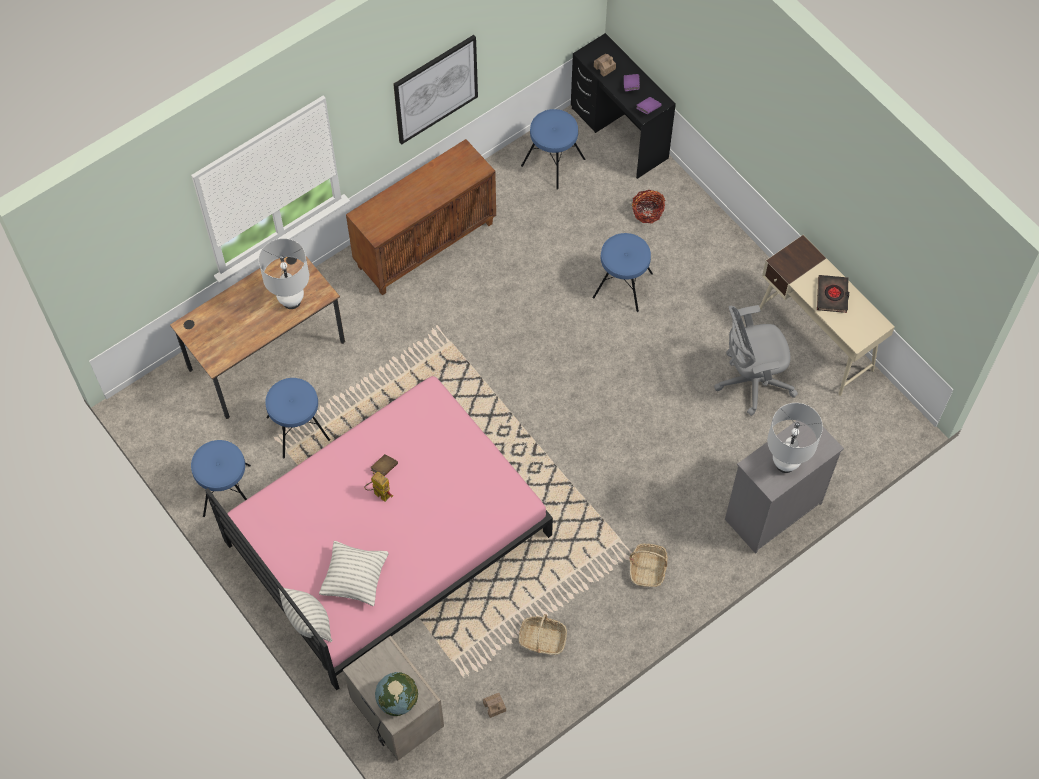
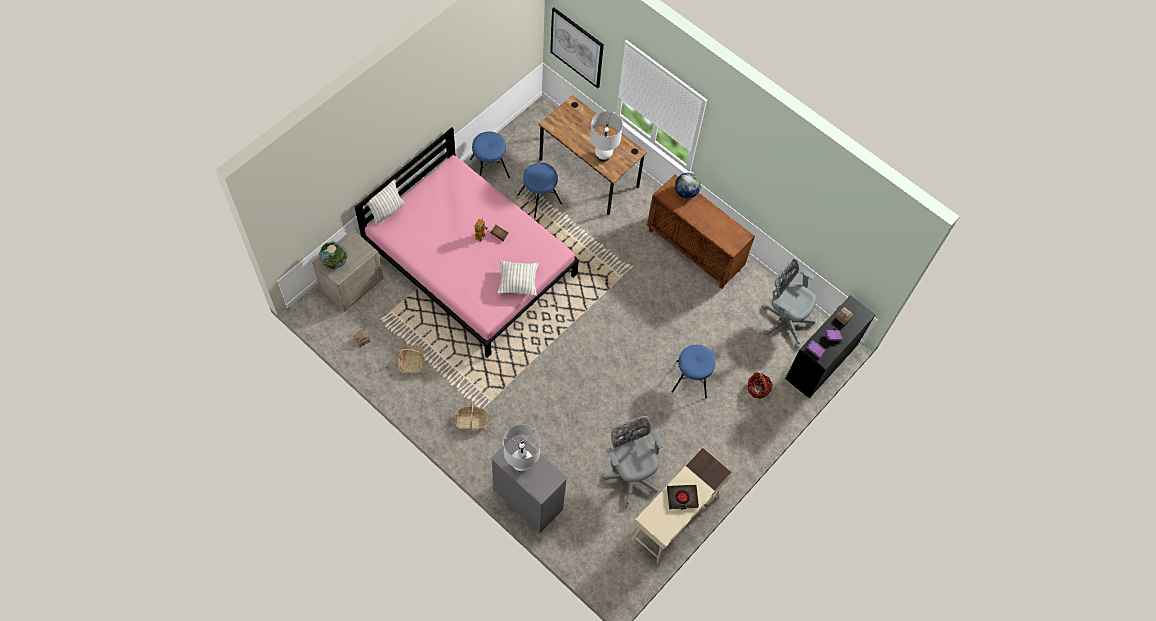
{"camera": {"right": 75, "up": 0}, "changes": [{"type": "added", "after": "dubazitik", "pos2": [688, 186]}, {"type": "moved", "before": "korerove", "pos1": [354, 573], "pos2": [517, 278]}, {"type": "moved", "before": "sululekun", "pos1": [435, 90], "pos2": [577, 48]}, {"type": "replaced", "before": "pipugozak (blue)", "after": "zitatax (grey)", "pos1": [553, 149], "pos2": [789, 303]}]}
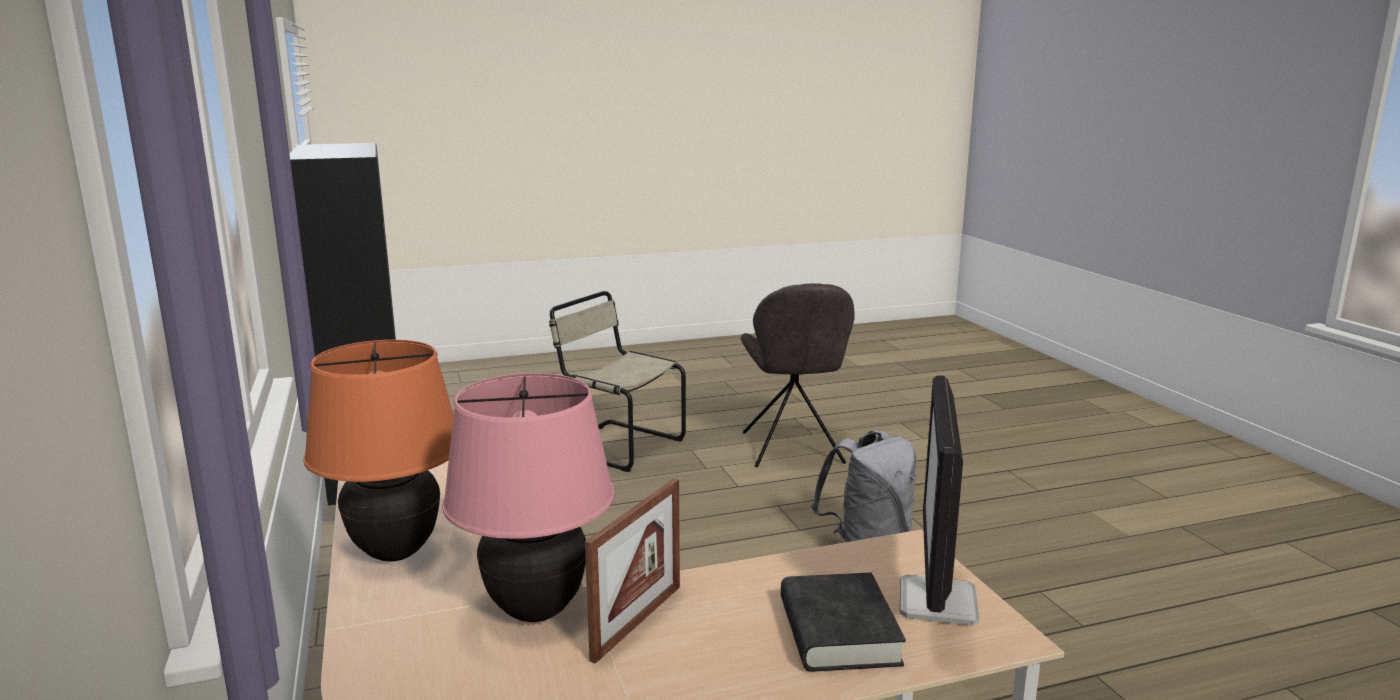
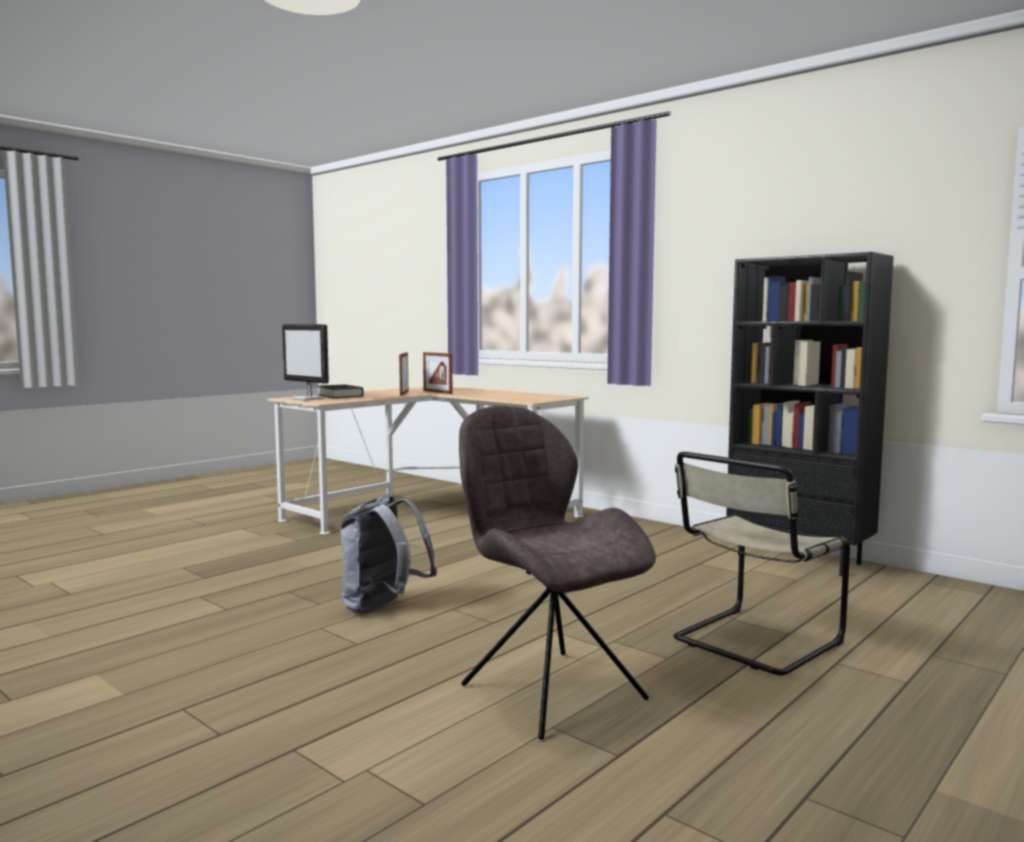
{"camera": {"right": 150, "up": -10}, "changes": [{"type": "removed", "before": "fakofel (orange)", "pos1": [378, 451]}, {"type": "replaced", "before": "fakofel (pink)", "after": "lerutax", "pos1": [528, 497], "pos2": [437, 373]}, {"type": "turned", "before": "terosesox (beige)", "pos1": [617, 381], "pos2": [762, 563], "turn": 135}, {"type": "turned", "before": "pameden", "pos1": [939, 500], "pos2": [305, 362], "turn": 150}]}
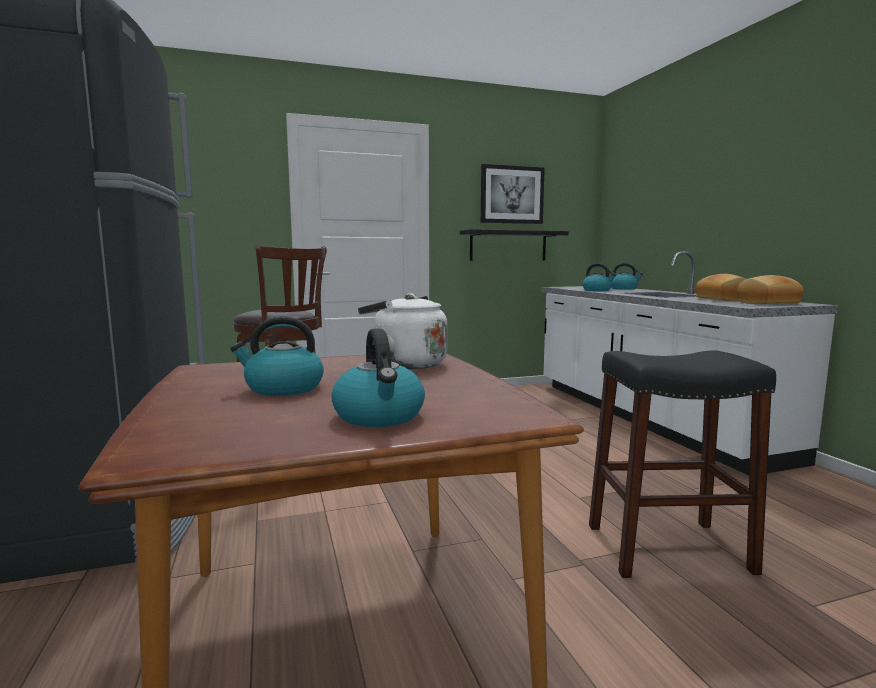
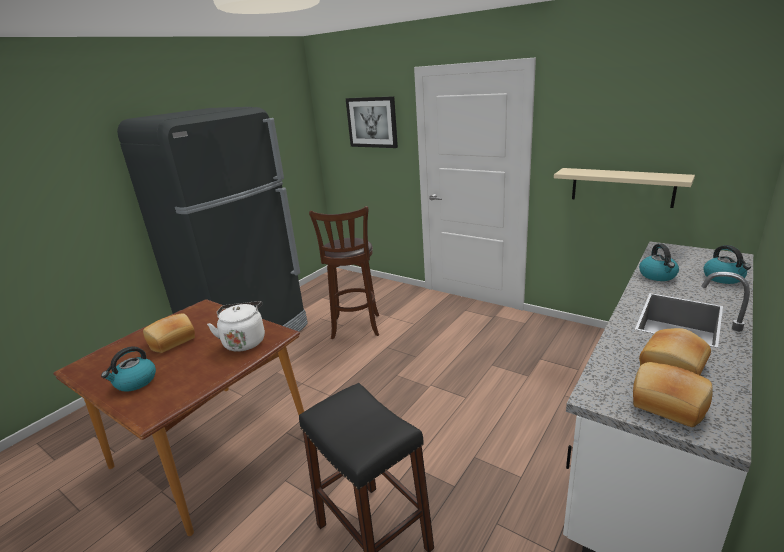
{"camera": {"right": 55, "up": 15}, "changes": [{"type": "moved", "before": "sululekun", "pos1": [513, 194], "pos2": [372, 122]}, {"type": "replaced", "before": "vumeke", "after": "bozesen", "pos1": [277, 356], "pos2": [169, 333]}, {"type": "recoloured", "before": "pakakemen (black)", "after": "pakakemen (beige)", "pos1": [514, 245], "pos2": [624, 188]}]}
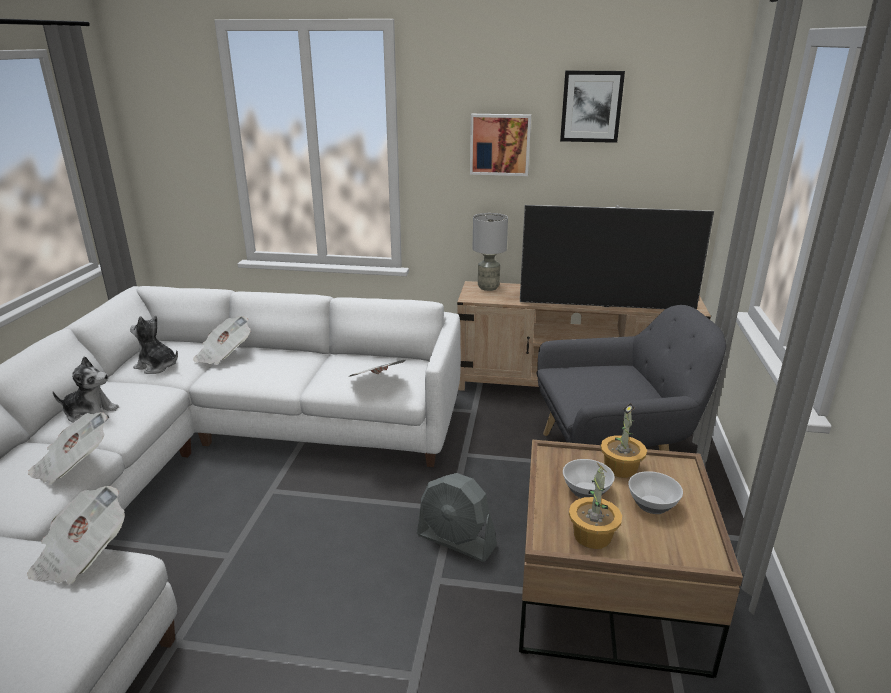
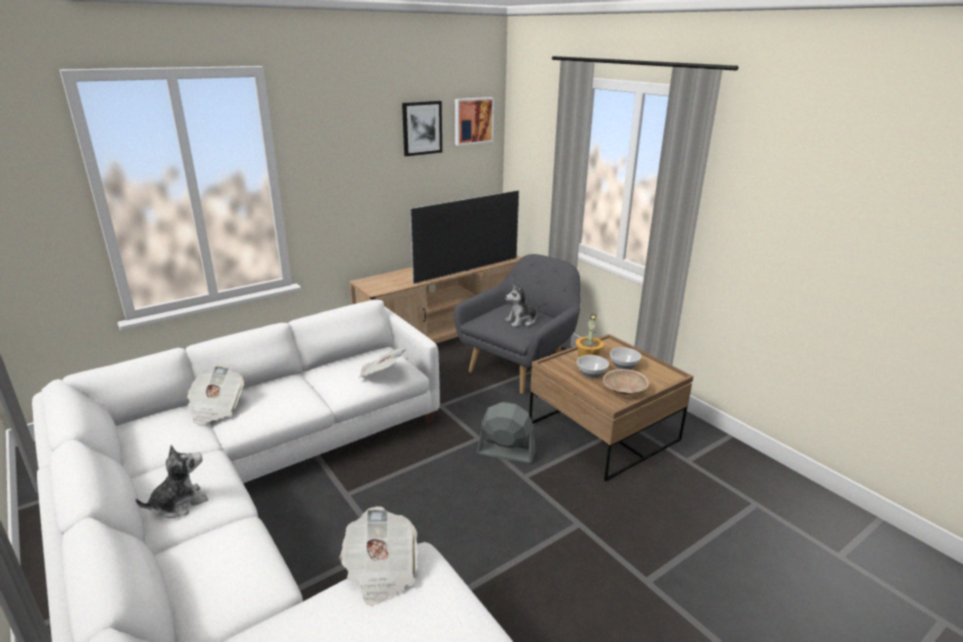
{"camera": {"right": -45, "up": 0}, "changes": [{"type": "removed", "before": "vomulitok", "pos1": [68, 448]}, {"type": "removed", "before": "fakofel (grey)", "pos1": [490, 252]}, {"type": "moved", "before": "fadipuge", "pos1": [154, 345], "pos2": [523, 306]}, {"type": "moved", "before": "sululekun", "pos1": [500, 145], "pos2": [474, 121]}, {"type": "replaced", "before": "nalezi", "after": "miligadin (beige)", "pos1": [595, 505], "pos2": [626, 382]}, {"type": "turned", "before": "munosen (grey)", "pos1": [457, 517], "pos2": [506, 432], "turn": -150}]}
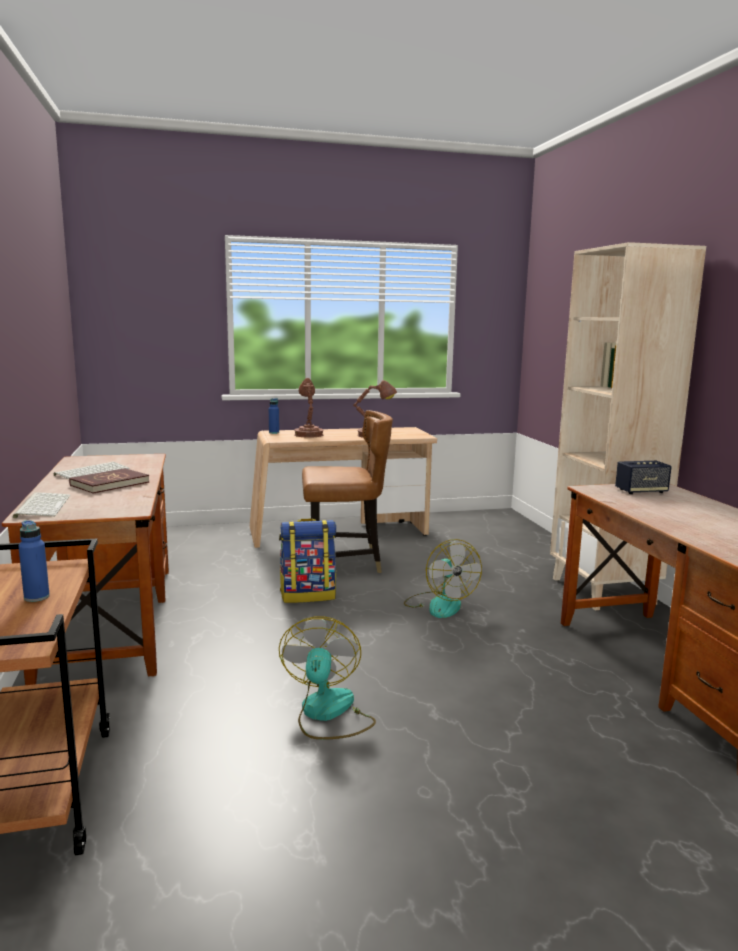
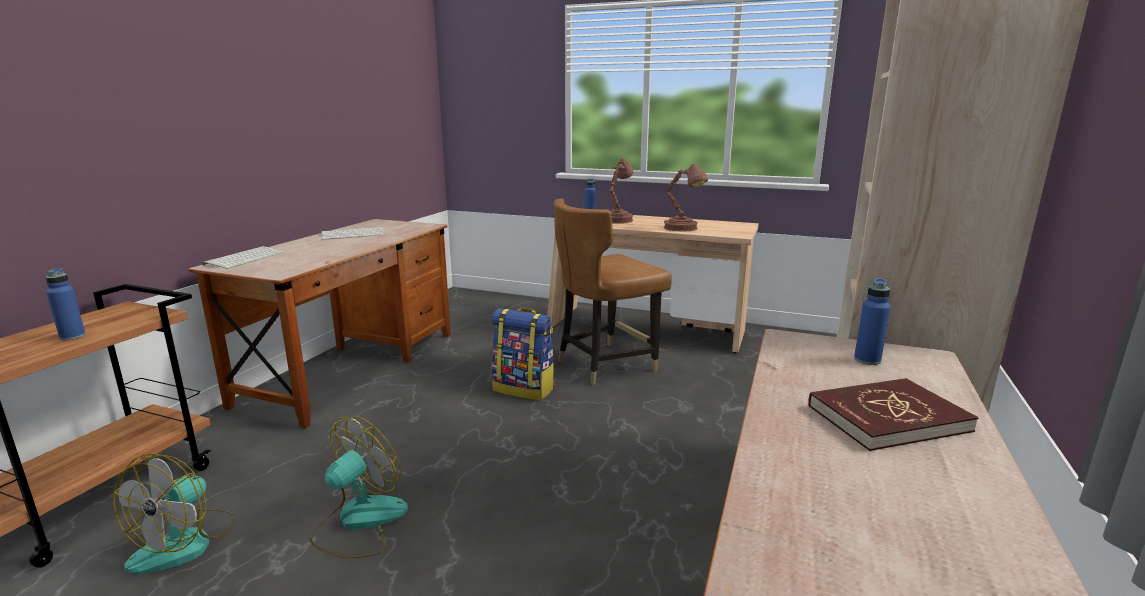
{"camera": {"right": 35, "up": 5}, "changes": [{"type": "moved", "before": "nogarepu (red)", "pos1": [109, 481], "pos2": [893, 414]}, {"type": "moved", "before": "munosen", "pos1": [443, 578], "pos2": [174, 513]}, {"type": "replaced", "before": "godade", "after": "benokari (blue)", "pos1": [643, 477], "pos2": [872, 322]}, {"type": "turned", "before": "terosesox (brown)", "pos1": [347, 491], "pos2": [613, 291], "turn": 120}]}
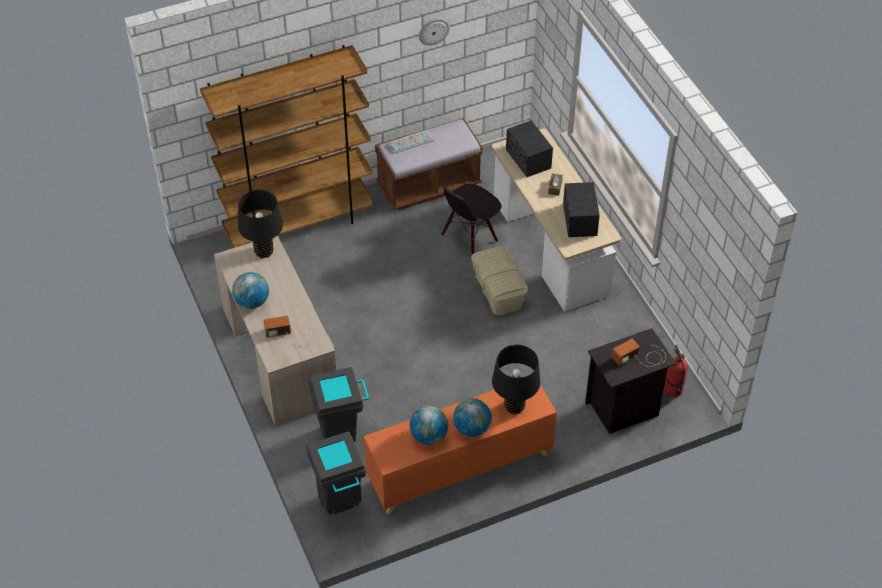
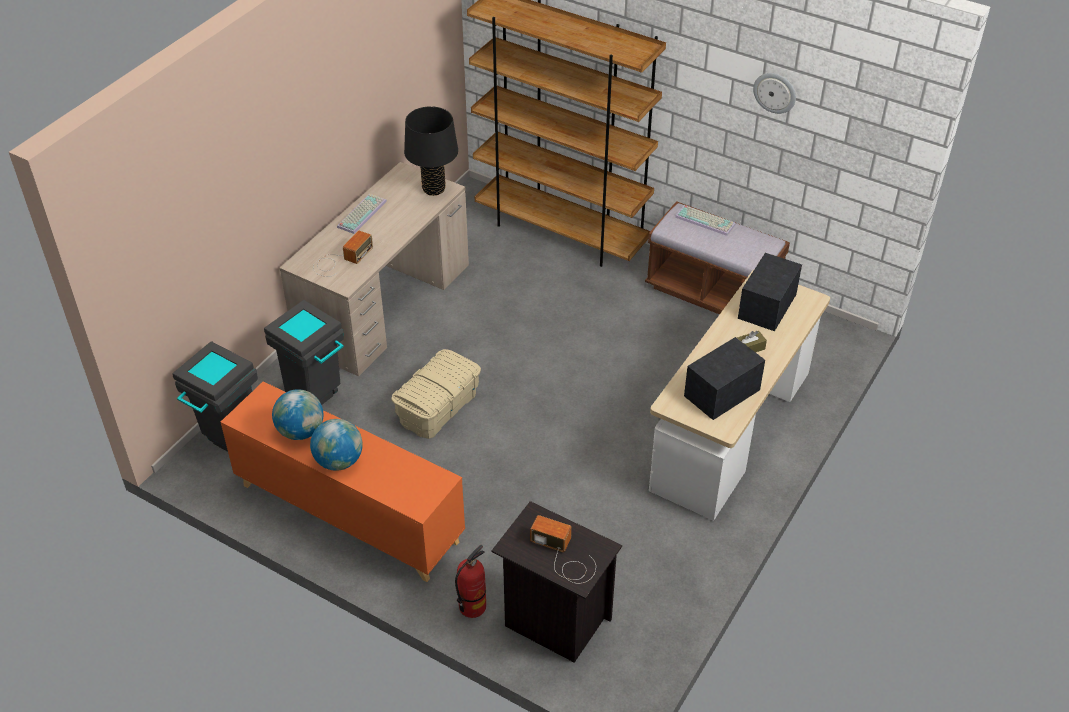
{"camera": {"right": 55, "up": -5}, "changes": [{"type": "removed", "before": "terosesox (black)", "pos1": [471, 219]}, {"type": "removed", "before": "fakofel (black)", "pos1": [516, 380]}, {"type": "moved", "before": "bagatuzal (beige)", "pos1": [499, 280], "pos2": [436, 394]}, {"type": "moved", "before": "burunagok", "pos1": [676, 371], "pos2": [470, 581]}, {"type": "replaced", "before": "dubazitik", "after": "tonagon", "pos1": [250, 290], "pos2": [362, 214]}, {"type": "turned", "before": "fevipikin", "pos1": [290, 331], "pos2": [343, 253], "turn": 75}]}
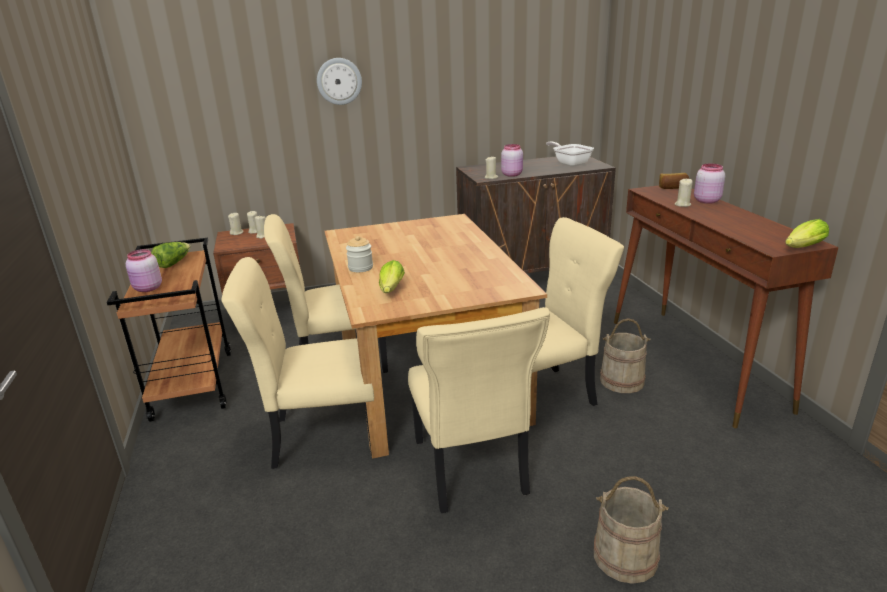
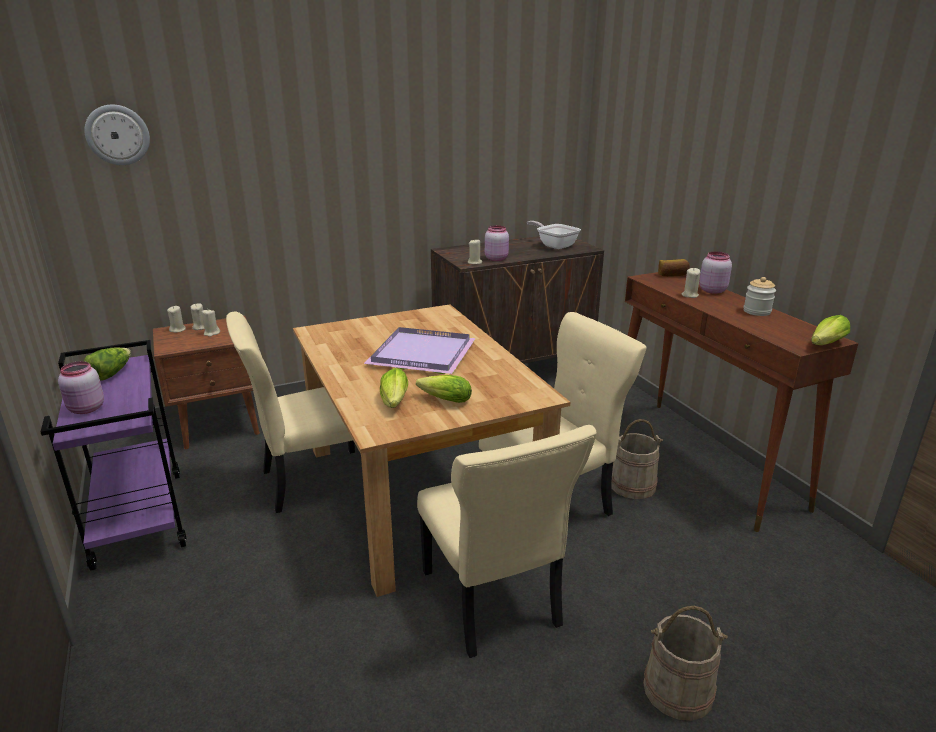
{"camera": {"right": -10, "up": 0}, "changes": [{"type": "removed", "before": "terosesox (beige)", "pos1": [297, 363]}, {"type": "added", "after": "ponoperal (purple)", "pos2": [420, 350]}, {"type": "added", "after": "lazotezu", "pos2": [444, 389]}, {"type": "moved", "before": "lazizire", "pos1": [339, 81], "pos2": [117, 135]}, {"type": "moved", "before": "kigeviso", "pos1": [359, 254], "pos2": [760, 296]}, {"type": "recoloured", "before": "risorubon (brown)", "after": "risorubon (purple)", "pos1": [169, 330], "pos2": [113, 455]}]}
